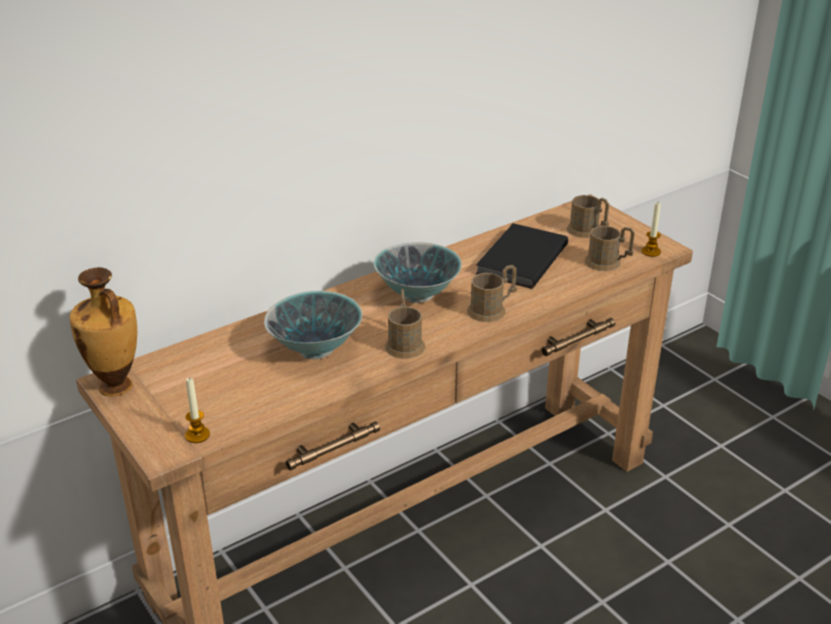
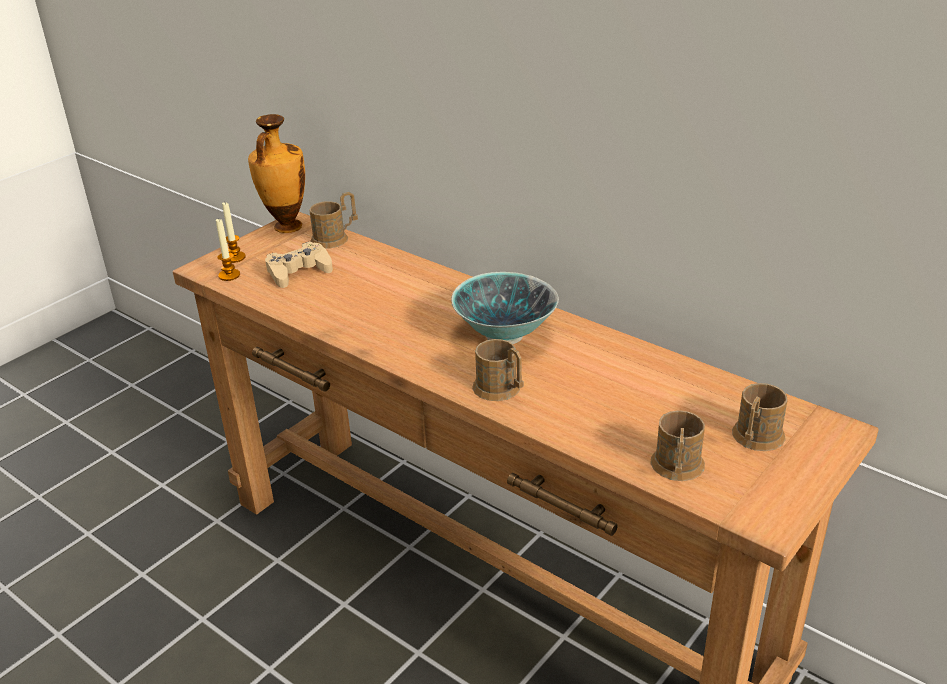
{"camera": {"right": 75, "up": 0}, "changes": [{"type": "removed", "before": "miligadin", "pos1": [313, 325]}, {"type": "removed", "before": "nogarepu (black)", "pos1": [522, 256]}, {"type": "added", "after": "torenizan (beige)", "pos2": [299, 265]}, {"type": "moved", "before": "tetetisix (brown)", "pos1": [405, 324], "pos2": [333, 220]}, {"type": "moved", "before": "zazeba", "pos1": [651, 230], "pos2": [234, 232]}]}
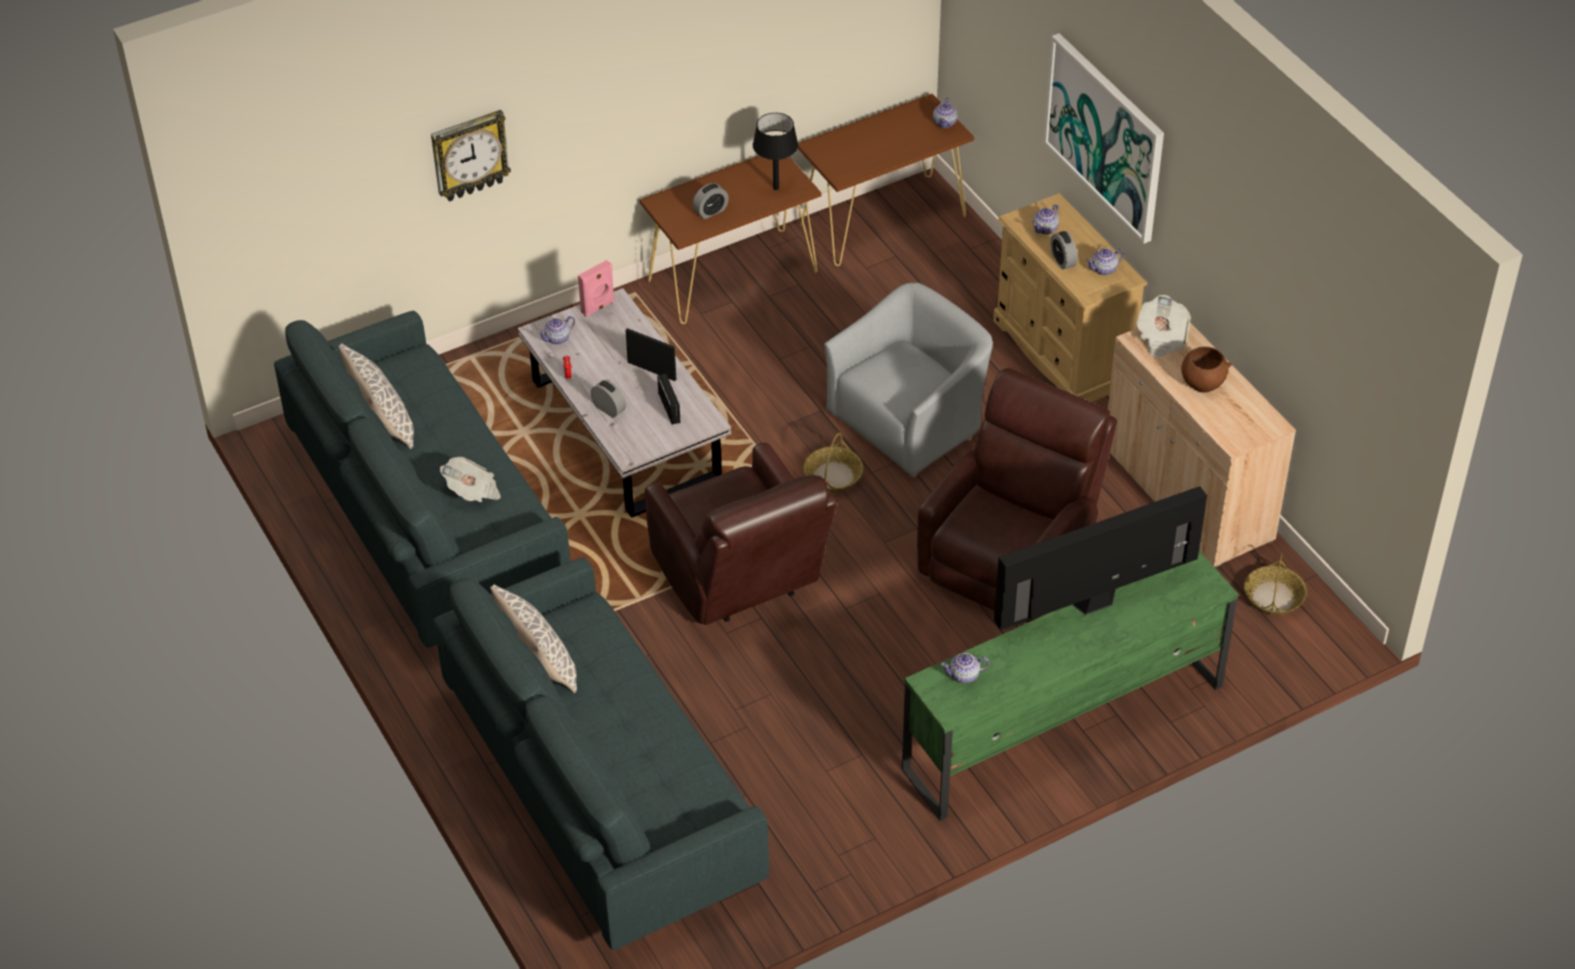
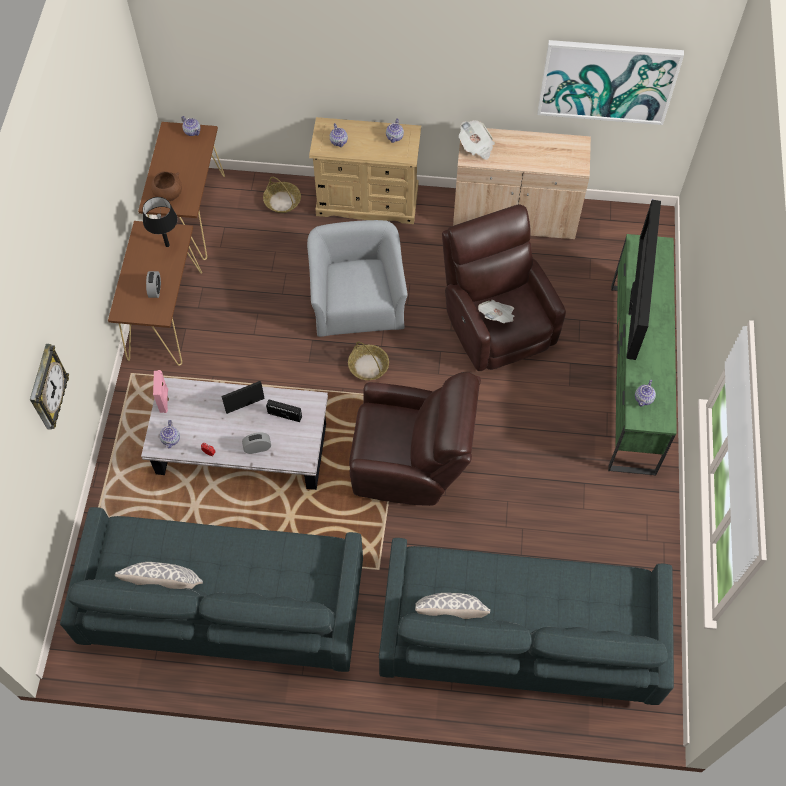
{"camera": {"right": -55, "up": 15}, "changes": [{"type": "removed", "before": "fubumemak", "pos1": [1064, 250]}, {"type": "moved", "before": "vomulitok", "pos1": [470, 479], "pos2": [496, 311]}, {"type": "moved", "before": "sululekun", "pos1": [1103, 138], "pos2": [610, 82]}, {"type": "moved", "before": "miligadin (brown)", "pos1": [1206, 369], "pos2": [166, 186]}, {"type": "moved", "before": "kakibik", "pos1": [1275, 583], "pos2": [282, 195]}]}
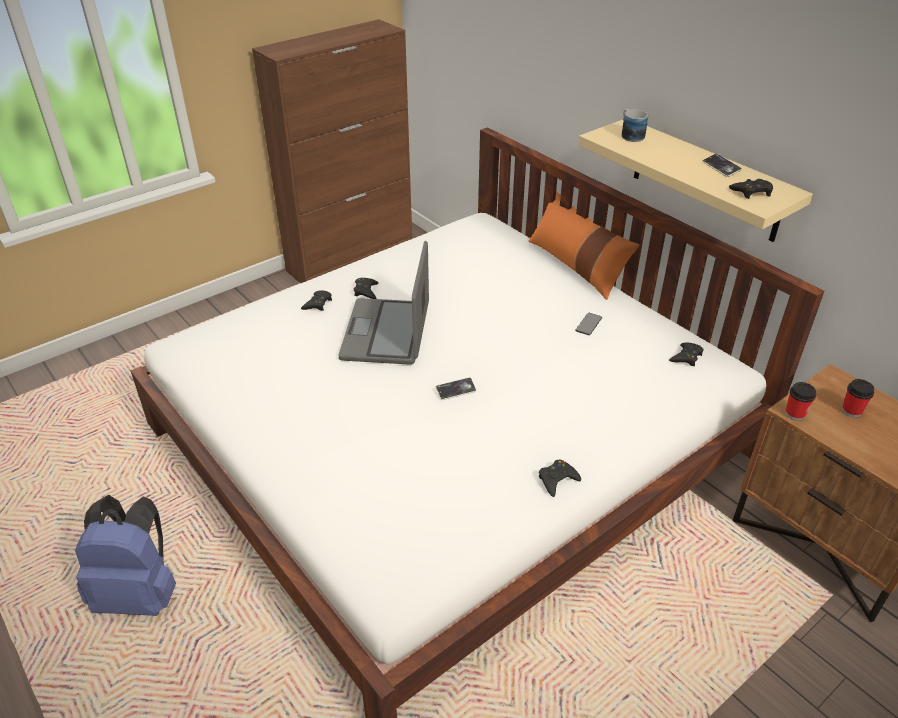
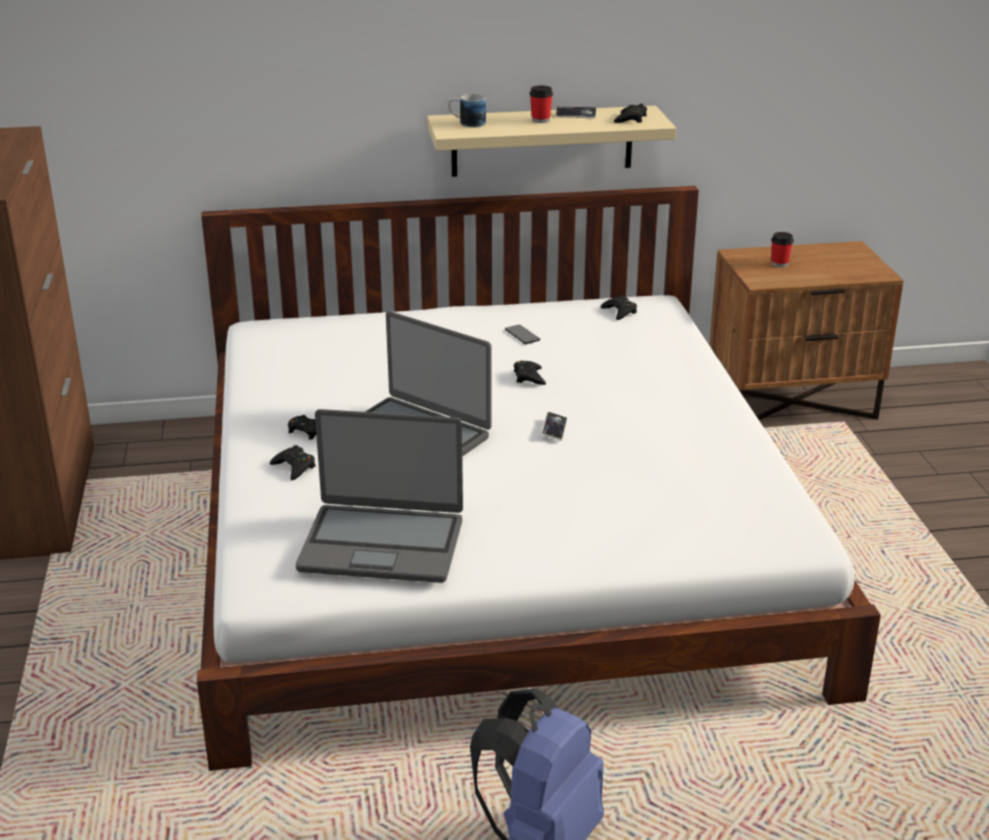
{"camera": {"right": -60, "up": -10}, "changes": [{"type": "removed", "before": "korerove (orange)", "pos1": [583, 245]}, {"type": "added", "after": "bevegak", "pos2": [379, 496]}, {"type": "moved", "before": "torenizan (black)", "pos1": [560, 478], "pos2": [530, 372]}, {"type": "moved", "before": "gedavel", "pos1": [800, 401], "pos2": [541, 104]}]}
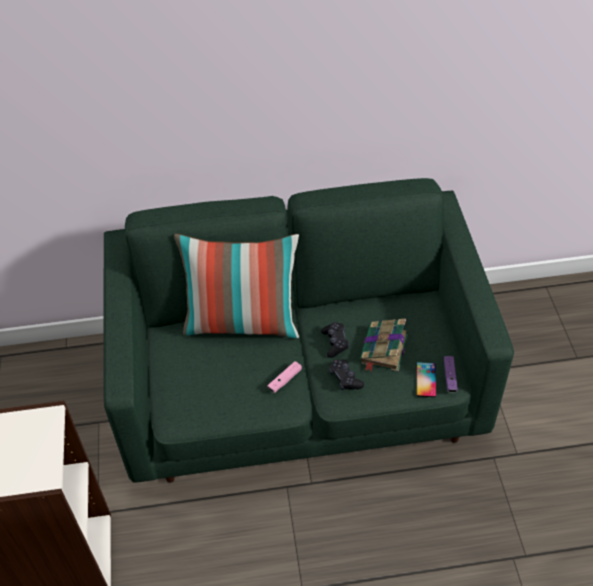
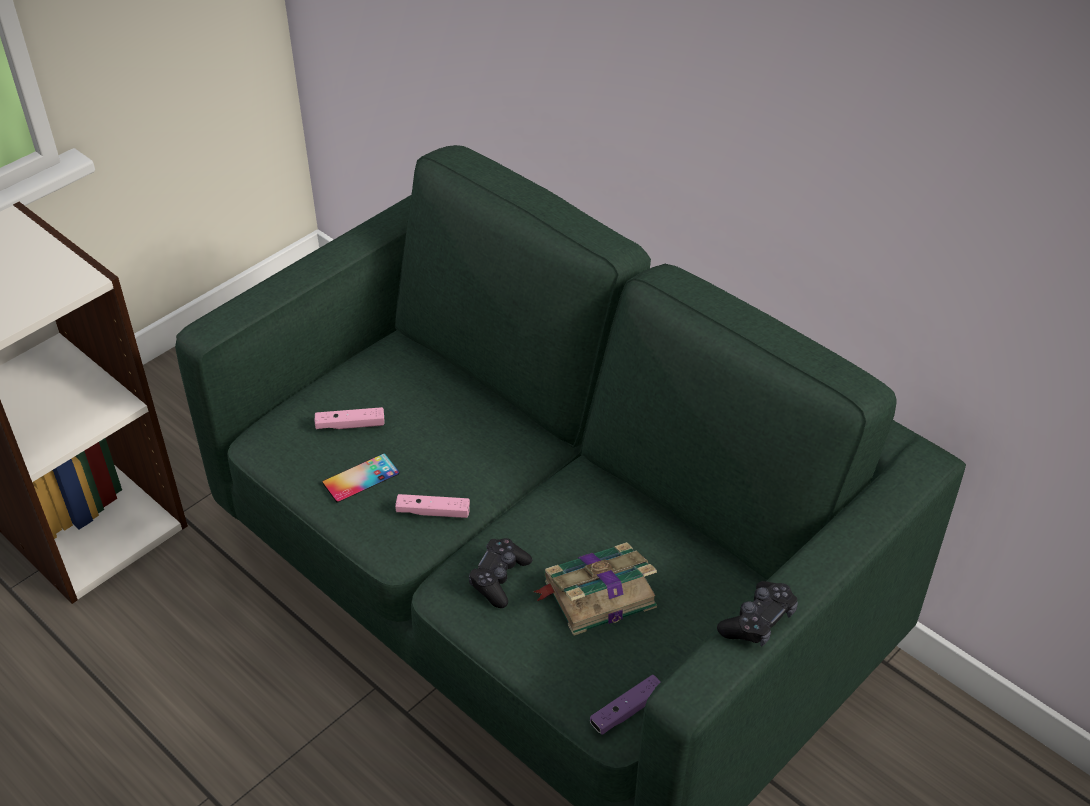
{"camera": {"right": 50, "up": -5}, "changes": [{"type": "removed", "before": "korerove", "pos1": [236, 286]}, {"type": "added", "after": "torenizan (pink)", "pos2": [350, 418]}, {"type": "moved", "before": "torenizan (black)", "pos1": [335, 340], "pos2": [757, 614]}, {"type": "moved", "before": "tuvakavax", "pos1": [426, 379], "pos2": [360, 478]}]}
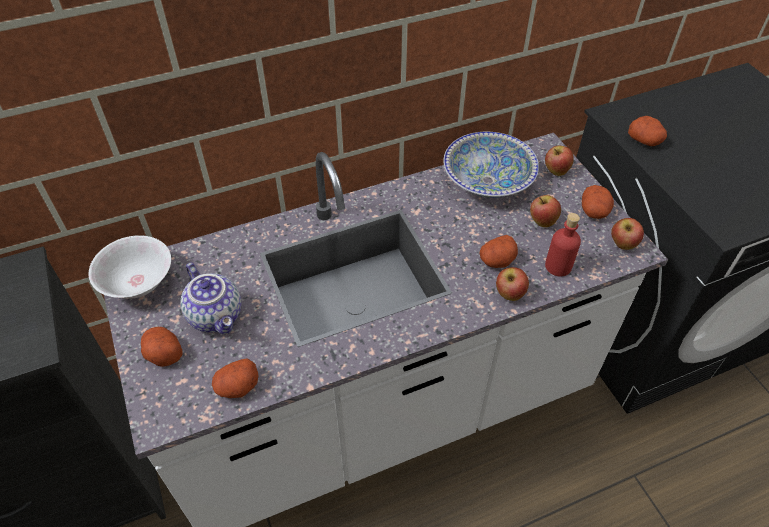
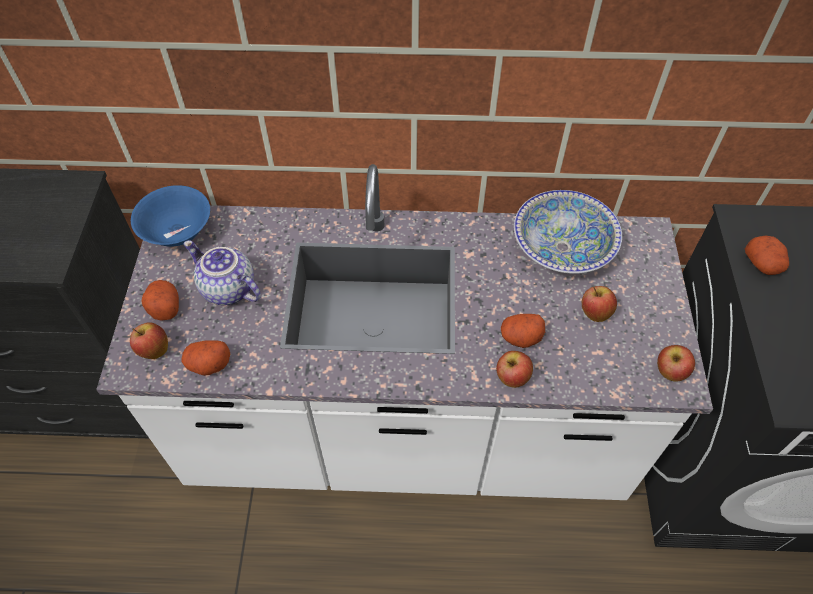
{"camera": {"right": 25, "up": 5}, "changes": [{"type": "removed", "before": "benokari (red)", "pos1": [563, 245]}, {"type": "removed", "before": "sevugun", "pos1": [598, 202]}, {"type": "moved", "before": "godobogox", "pos1": [559, 161], "pos2": [149, 340]}, {"type": "recoloured", "before": "miligadin (white)", "after": "miligadin (blue)", "pos1": [130, 267], "pos2": [170, 216]}, {"type": "turned", "before": "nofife", "pos1": [211, 298], "pos2": [222, 272], "turn": 135}]}
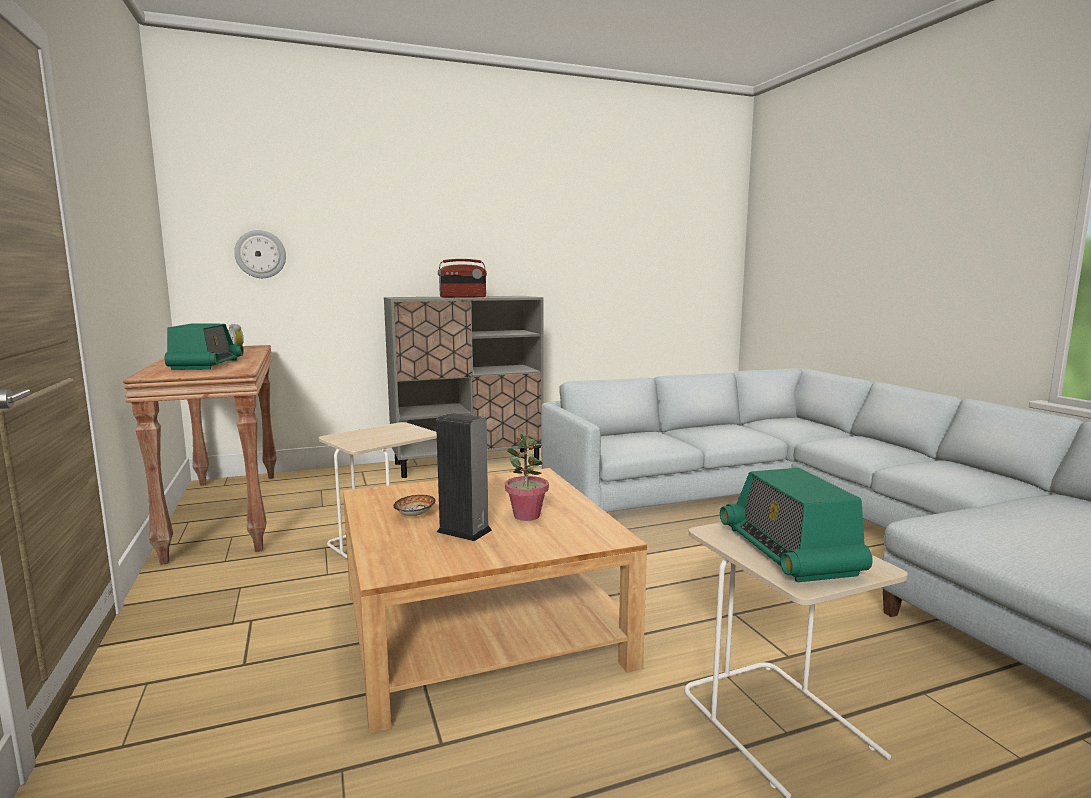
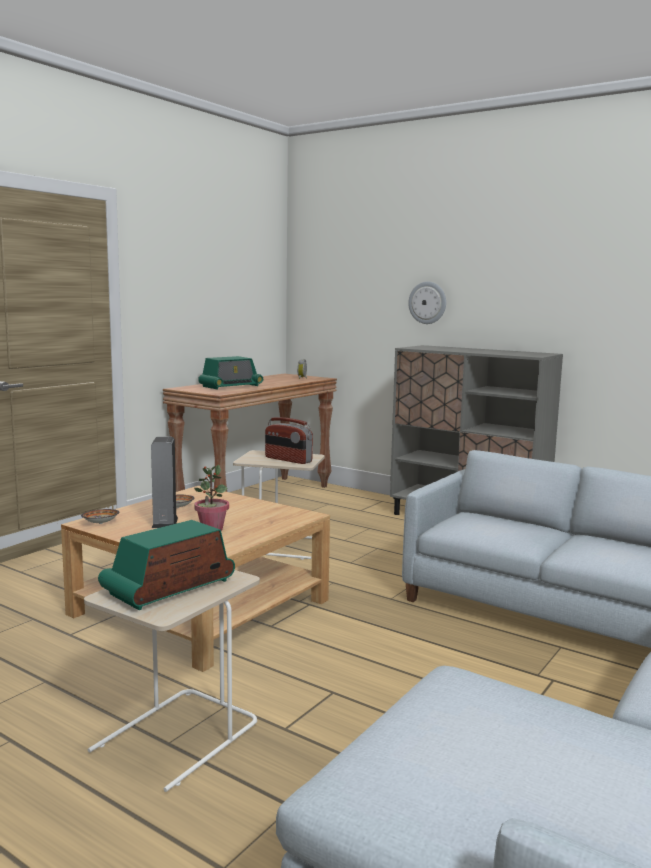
{"camera": {"right": 55, "up": 0}, "changes": [{"type": "added", "after": "miligadin", "pos2": [100, 516]}, {"type": "moved", "before": "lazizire", "pos1": [260, 254], "pos2": [427, 303]}, {"type": "moved", "before": "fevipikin", "pos1": [462, 278], "pos2": [289, 440]}]}
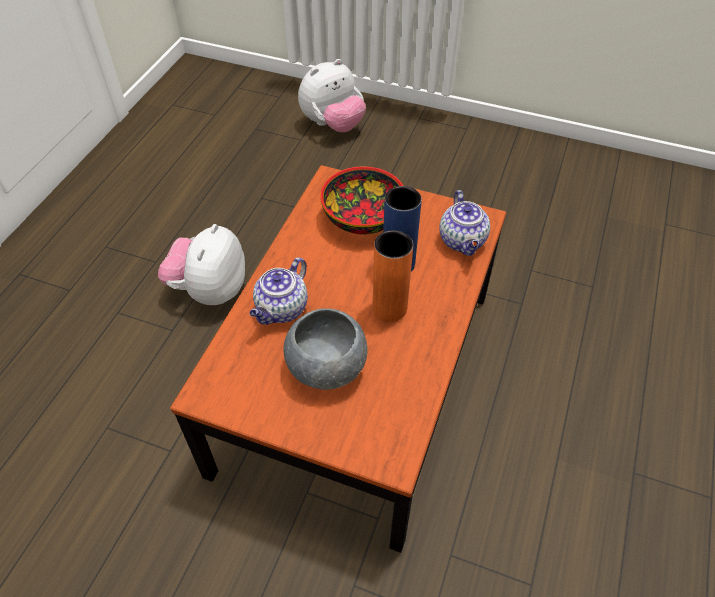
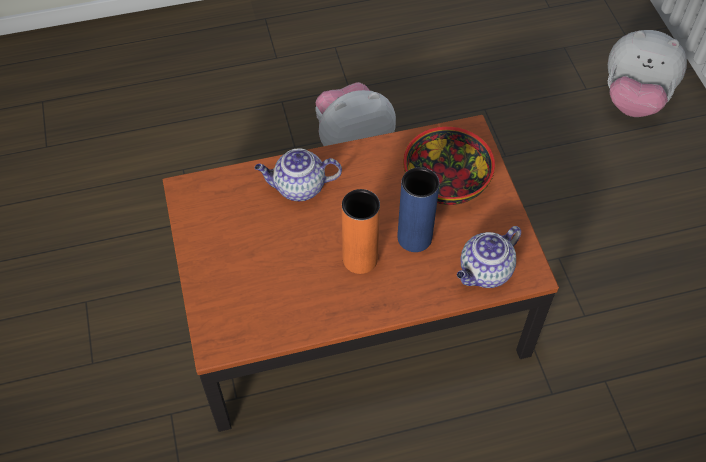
{"camera": {"right": 55, "up": 5}, "changes": [{"type": "removed", "before": "miligadin (grey)", "pos1": [326, 349]}]}
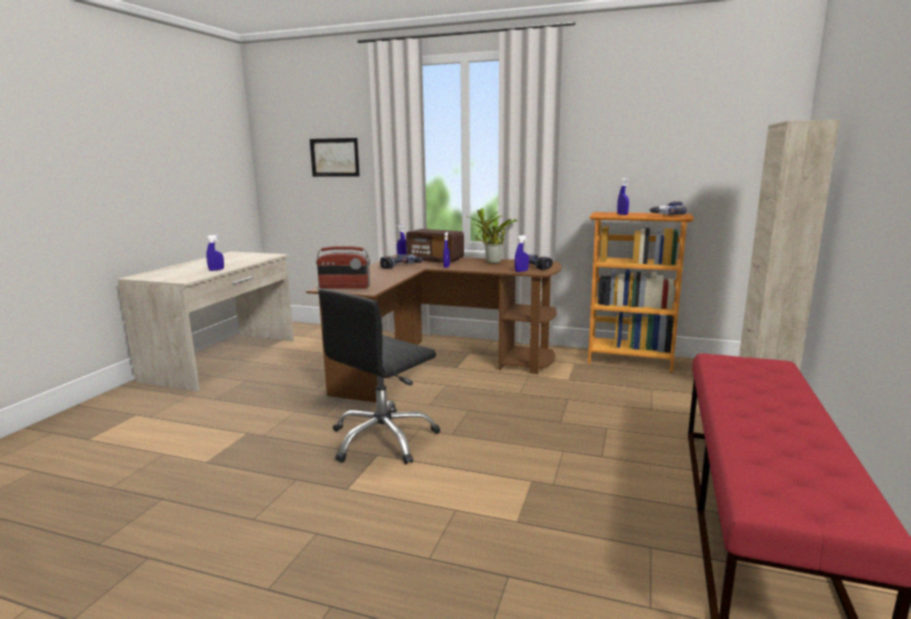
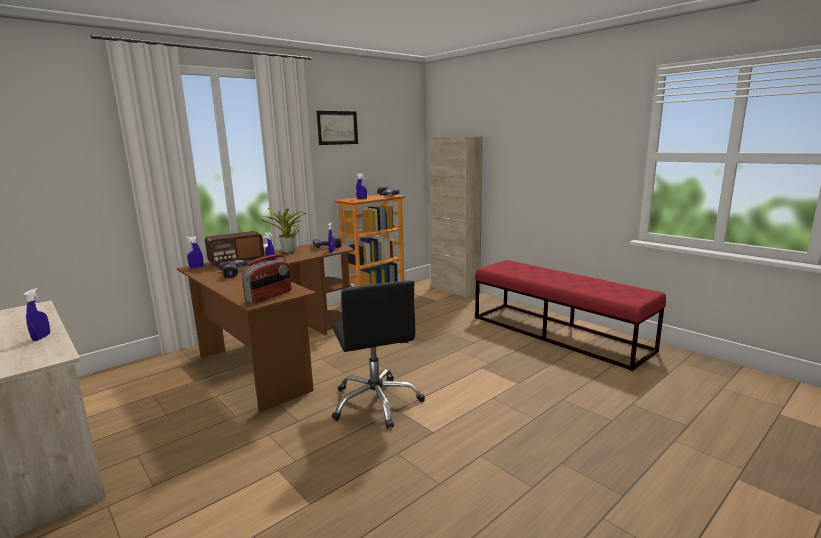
{"camera": {"right": -60, "up": 0}, "changes": [{"type": "moved", "before": "sululekun", "pos1": [335, 157], "pos2": [337, 128]}]}
